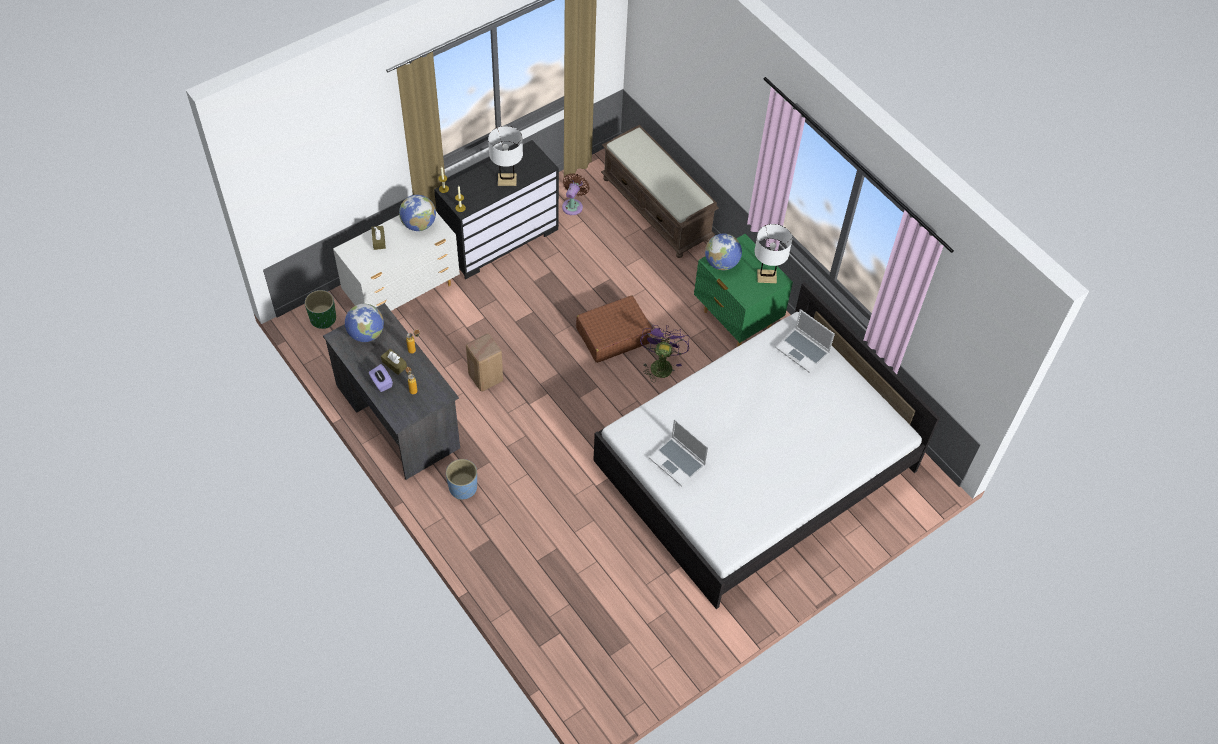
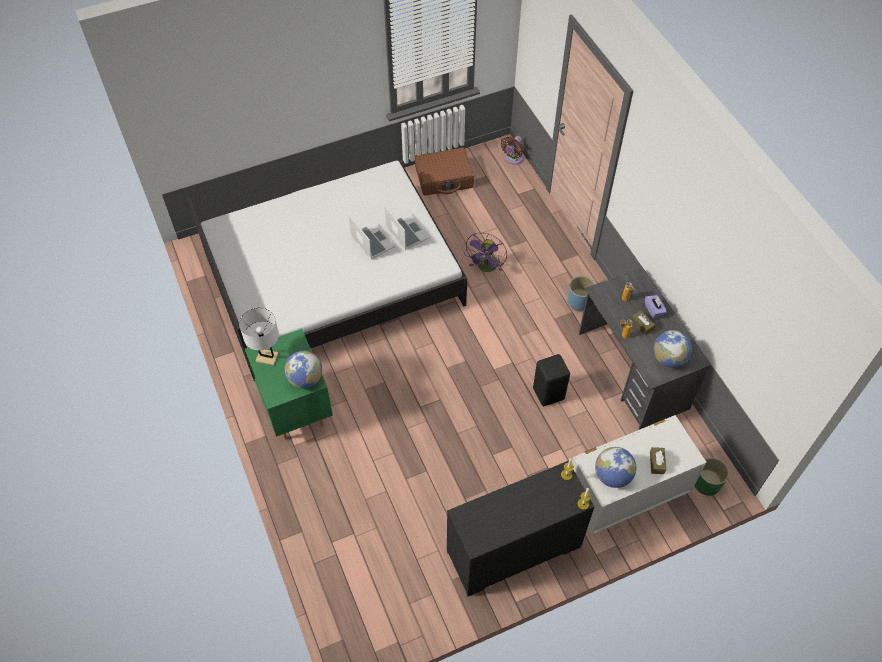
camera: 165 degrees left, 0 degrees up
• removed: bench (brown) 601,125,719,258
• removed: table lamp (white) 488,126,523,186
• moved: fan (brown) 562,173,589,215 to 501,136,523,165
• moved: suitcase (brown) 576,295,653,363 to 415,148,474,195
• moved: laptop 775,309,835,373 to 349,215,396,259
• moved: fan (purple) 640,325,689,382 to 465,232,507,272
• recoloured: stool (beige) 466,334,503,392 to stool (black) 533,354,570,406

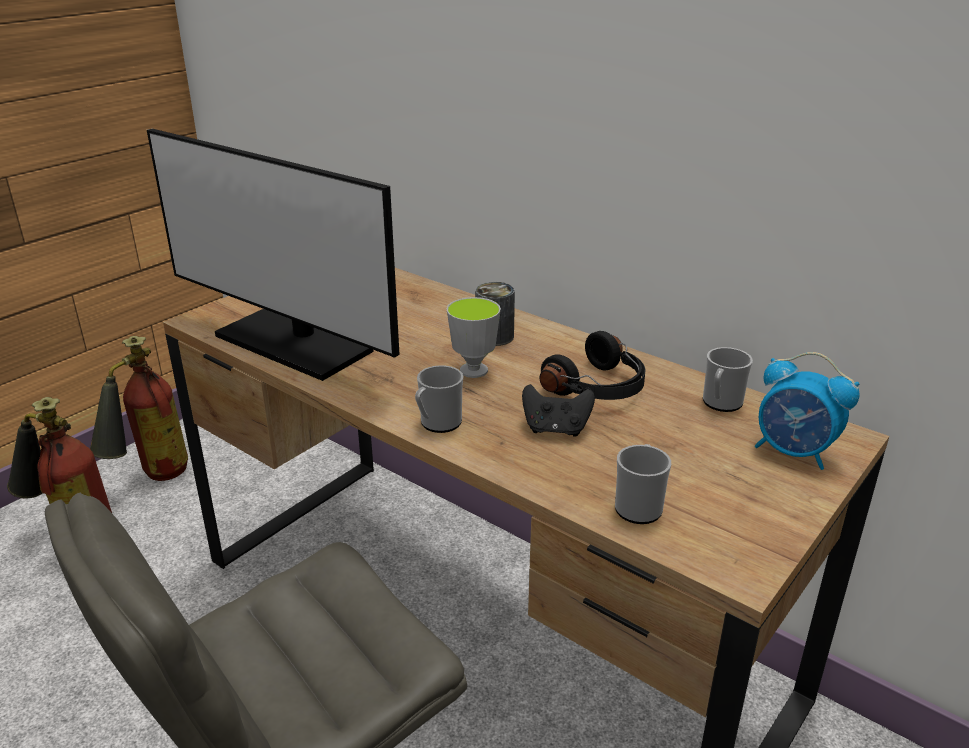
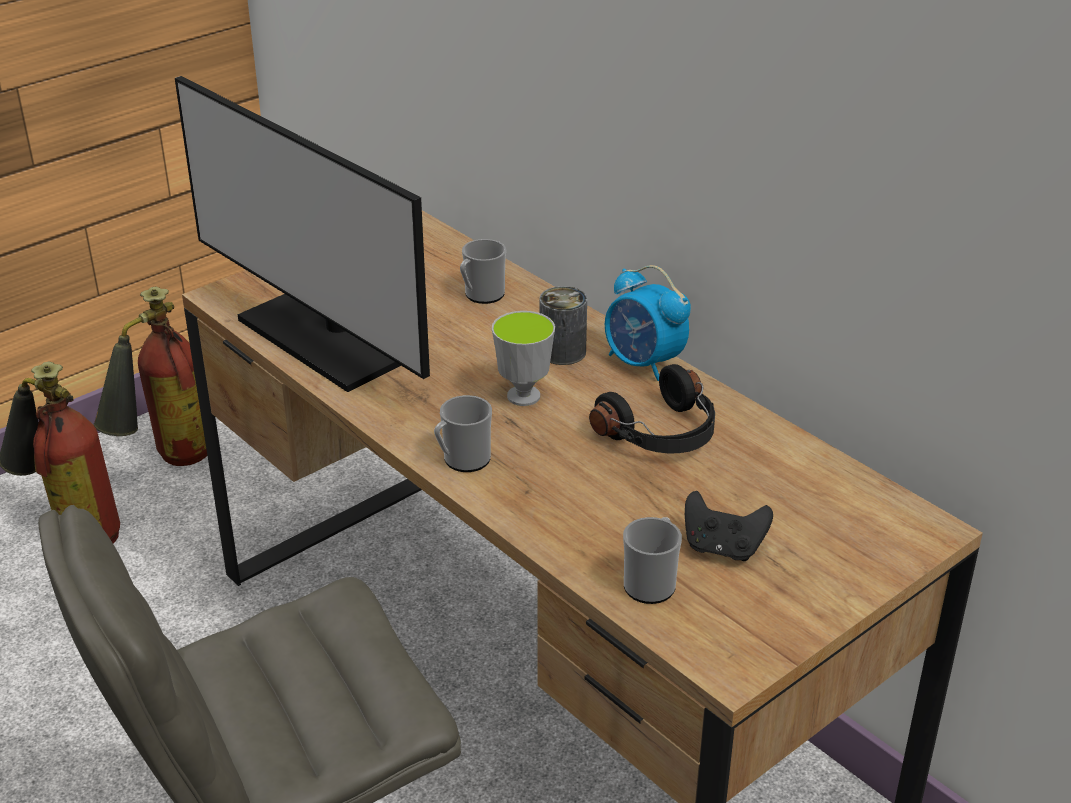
camera: 10 degrees right, 5 degrees up
• moved: mug 703,347,753,412 to 460,239,506,304
• moved: alarm clock 755,352,860,470 to 605,265,691,381
• moved: game controller (black) 522,384,595,437 to 685,491,773,561

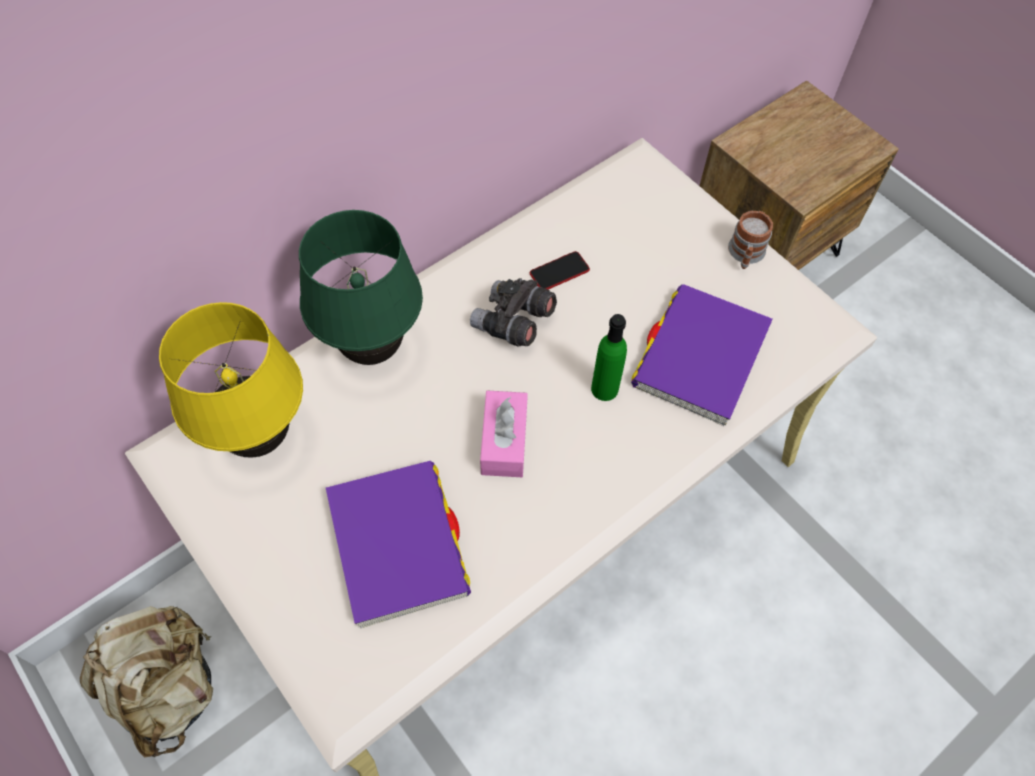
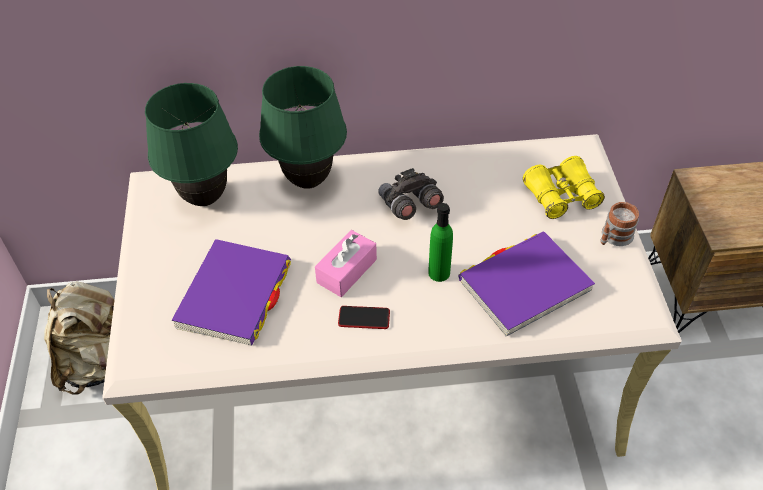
camera: 35 degrees right, 10 degrees down
• moved: phone 530,251,590,289 to 338,306,390,329
• recoloured: table lamp (yellow) 159,302,303,457 to table lamp (green) 145,83,238,206
• added: binoculars (yellow) 523,156,605,219

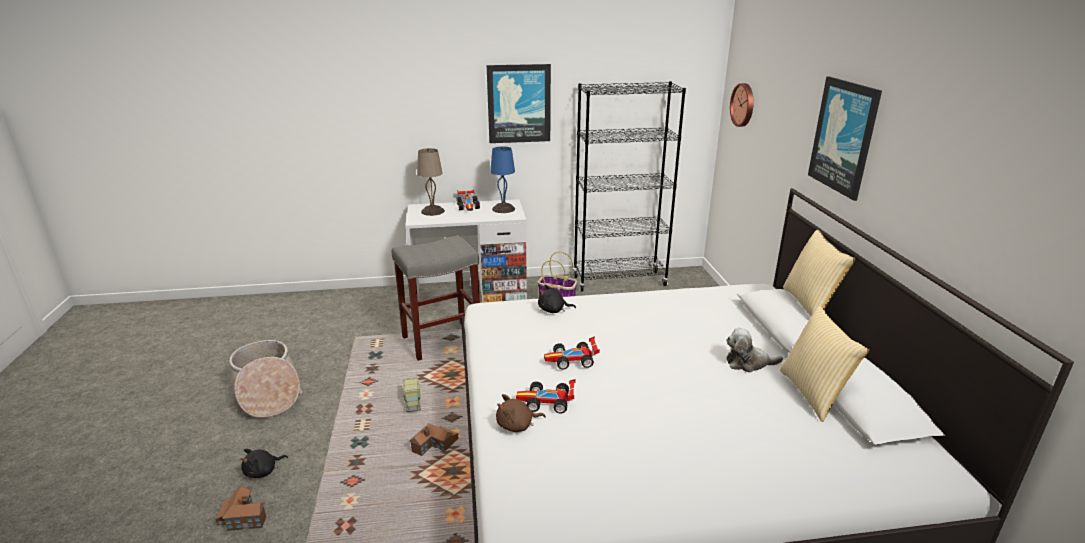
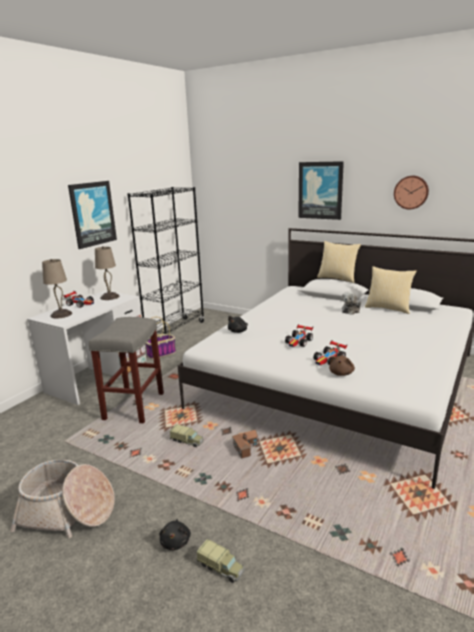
camera: 50 degrees left, 5 degrees down
• moved: wall clock 730,83,754,127 to 394,176,429,209
• recoloured: table lamp (blue) 490,146,515,213 to table lamp (beige) 95,246,119,300
• replaced: toy house 215,486,266,531 to toy truck 197,539,245,583

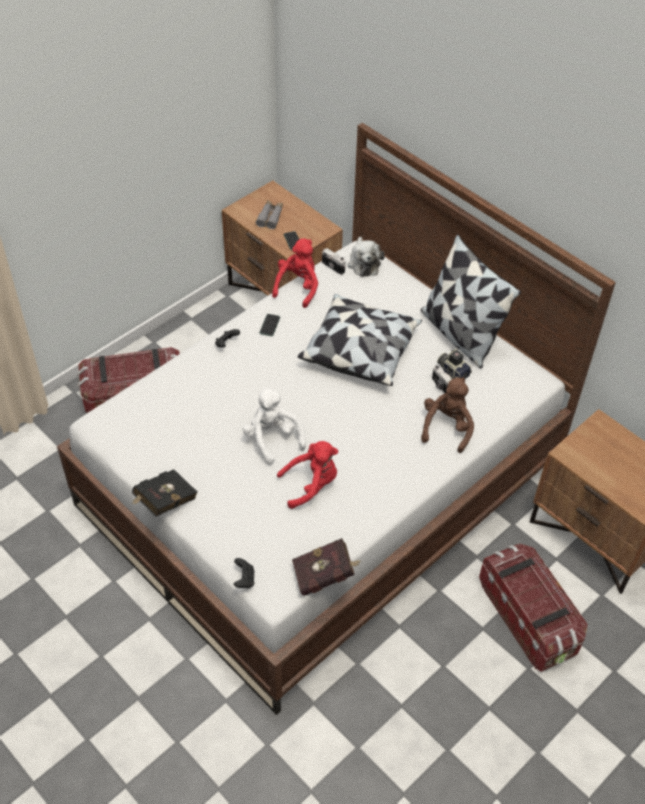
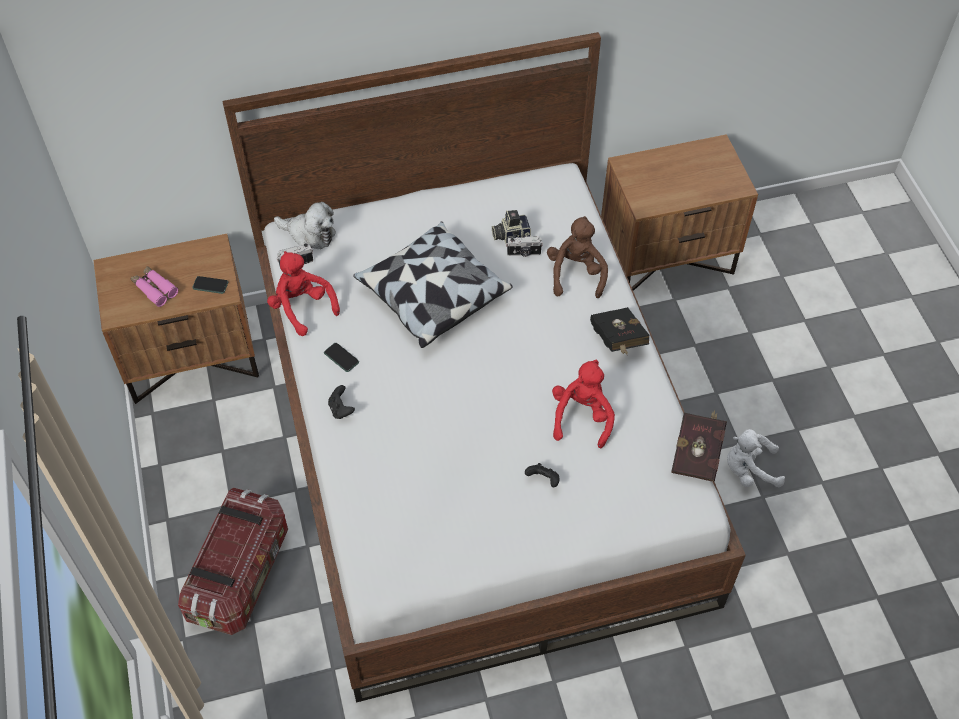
camera: 60 degrees left, 5 degrees up
• recoloured: binoculars (grey) 256,200,283,229 to binoculars (pink) 131,266,178,307
• removed: pillow 421,234,521,368
• turned: plush toy (brown) 421,377,474,453 = 547,216,608,298 45 degrees clockwise
• moved: plush toy (white) 243,387,306,465 to 727,429,785,488
• moved: book (black) 131,469,198,516 to 590,307,649,355
• removed: storage box 479,543,588,672
• moved: game controller (black) 234,558,255,588 to 525,463,559,487

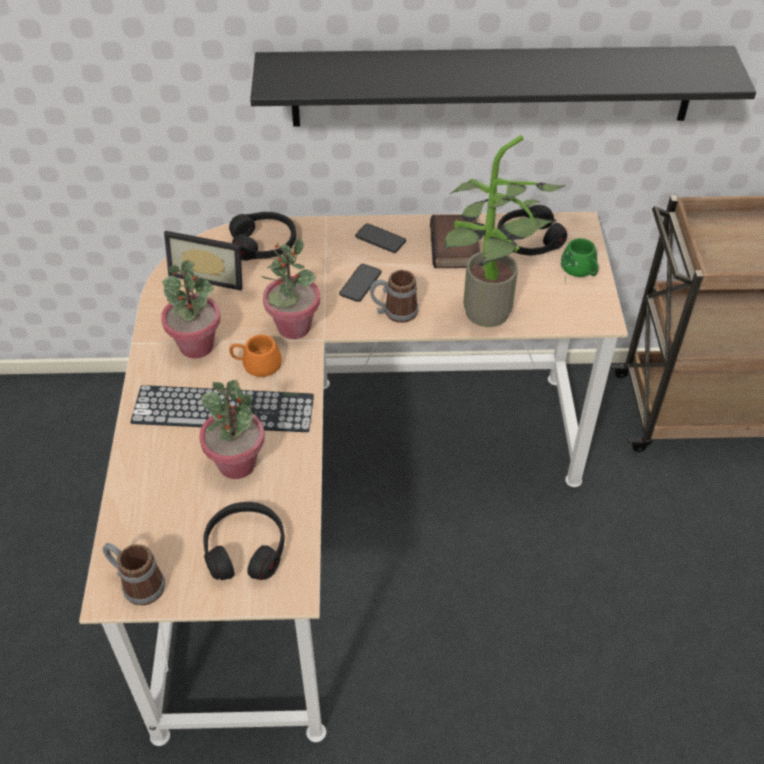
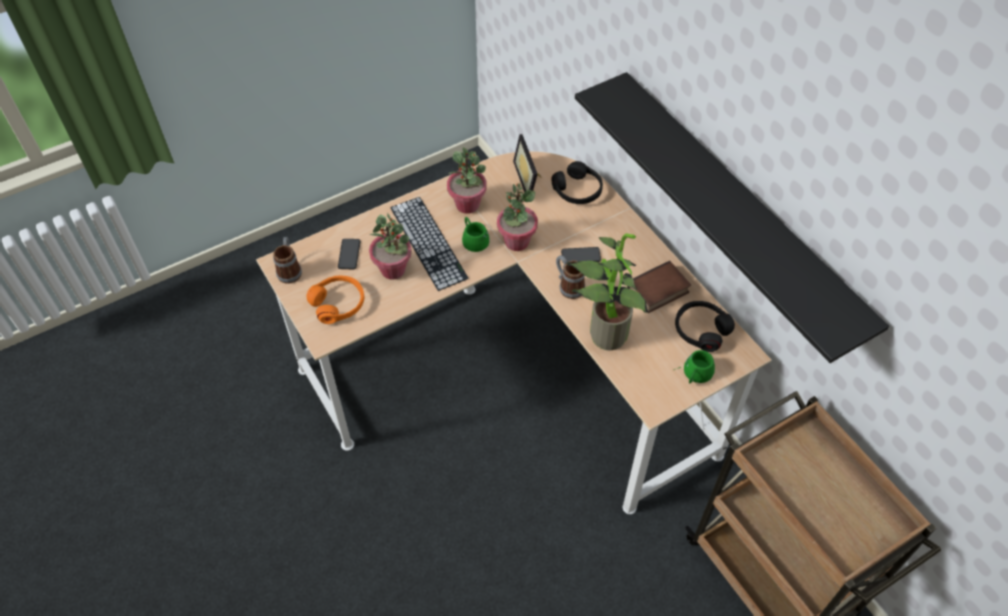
camera: 60 degrees right, 5 degrees up
• moved: phone 355,223,406,253 to 338,239,360,269
• recoloured: mug (orange) 229,334,282,377 to mug (green) 462,217,490,252
• recoloured: headphones (black) 204,502,285,580 to headphones (orange) 307,276,364,324

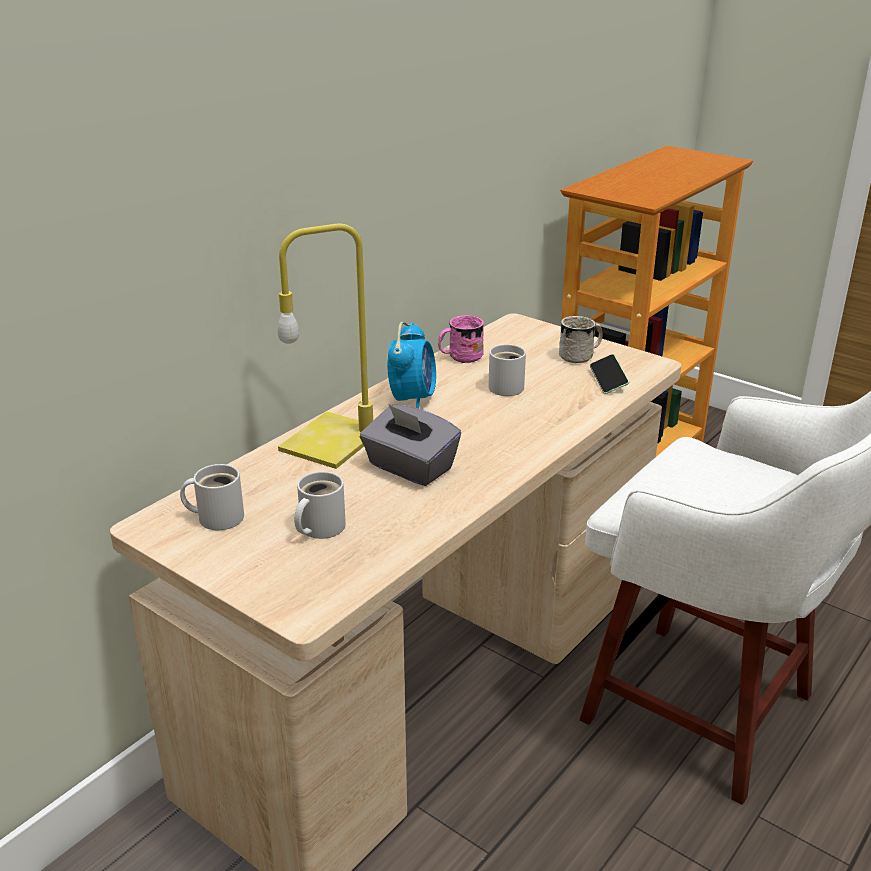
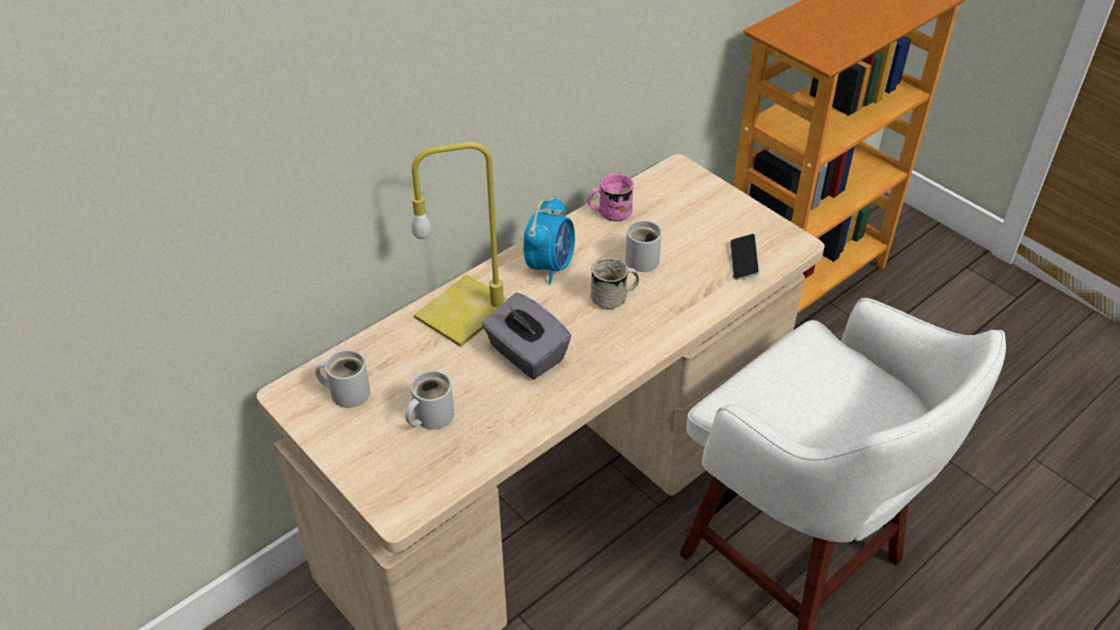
camera: 10 degrees right, 15 degrees up
• moved: mug (white) 559,316,602,363 to 590,257,639,309

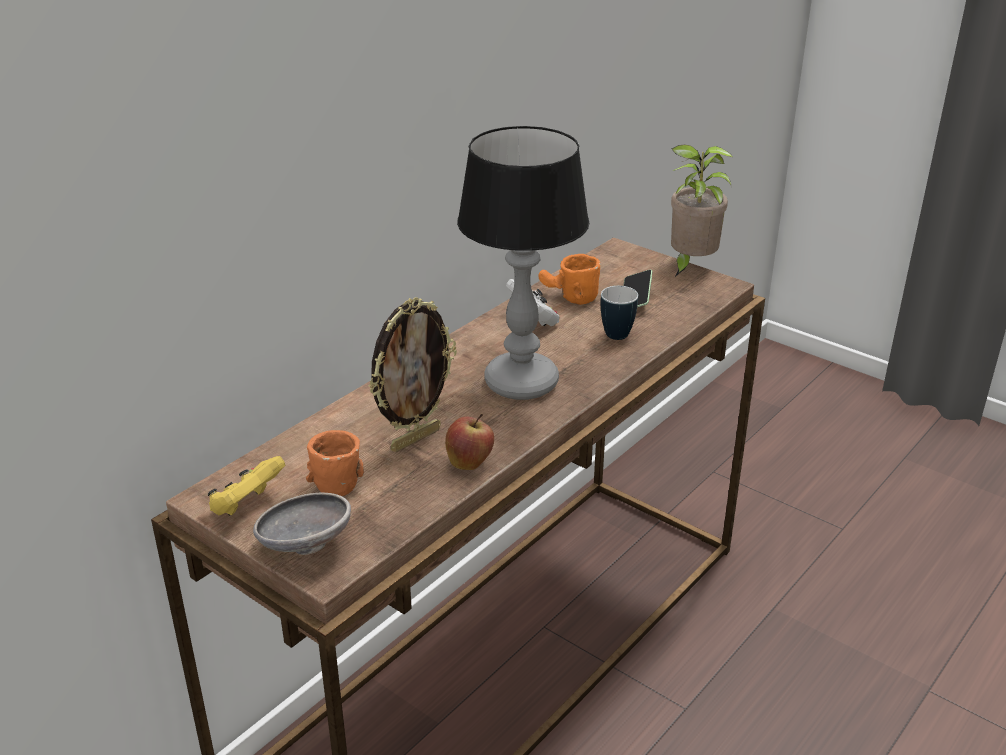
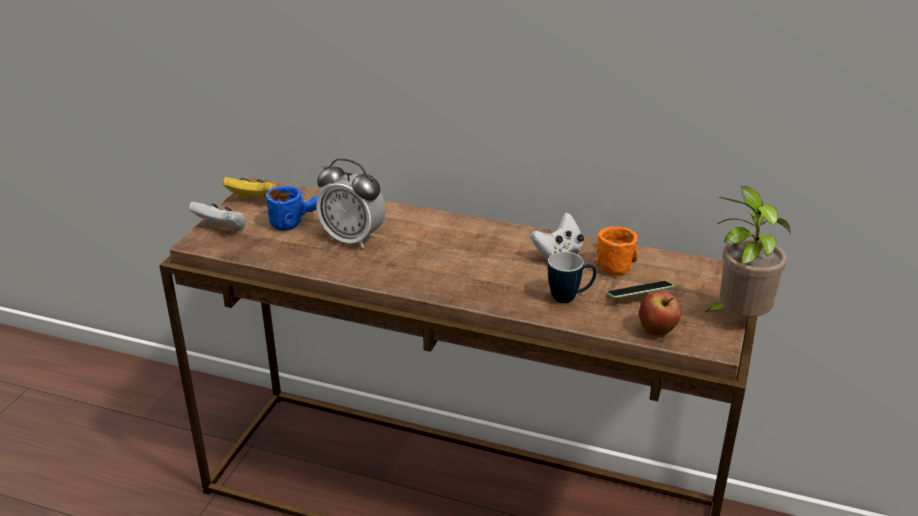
camera: 70 degrees right, 0 degrees up
• removed: table lamp 457,126,589,400
• replaced: picture frame 369,297,457,452 to alarm clock 316,158,386,249
• moved: apple 445,414,494,470 to 639,292,681,335
• recoloured: mug (orange) 306,430,364,496 to mug (blue) 266,186,318,231
• replaced: bowl (grey) 253,492,351,555 to game controller (white) 188,202,247,231

